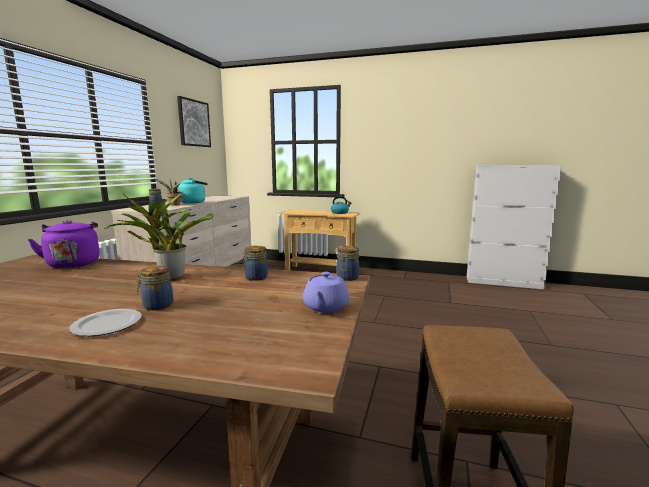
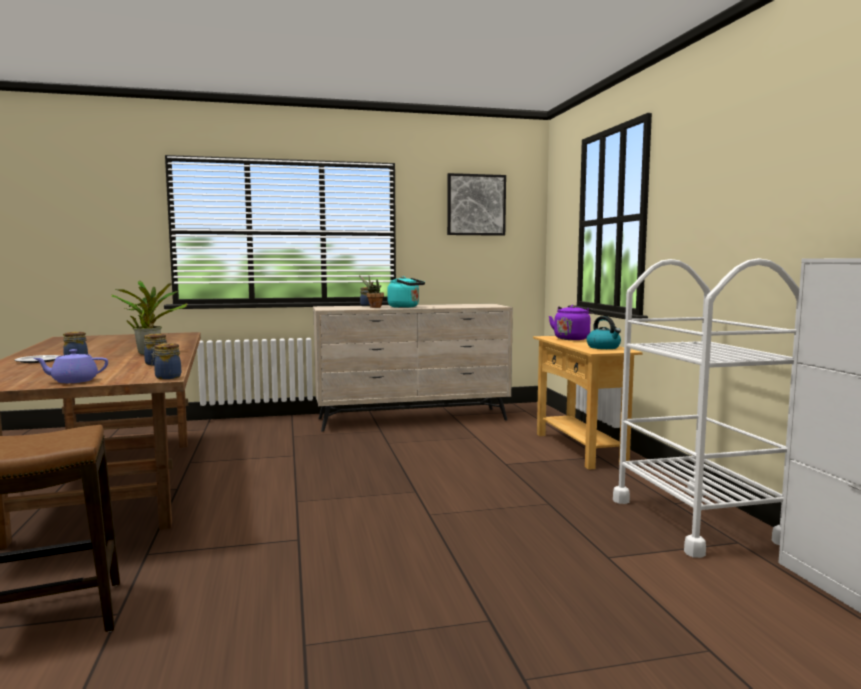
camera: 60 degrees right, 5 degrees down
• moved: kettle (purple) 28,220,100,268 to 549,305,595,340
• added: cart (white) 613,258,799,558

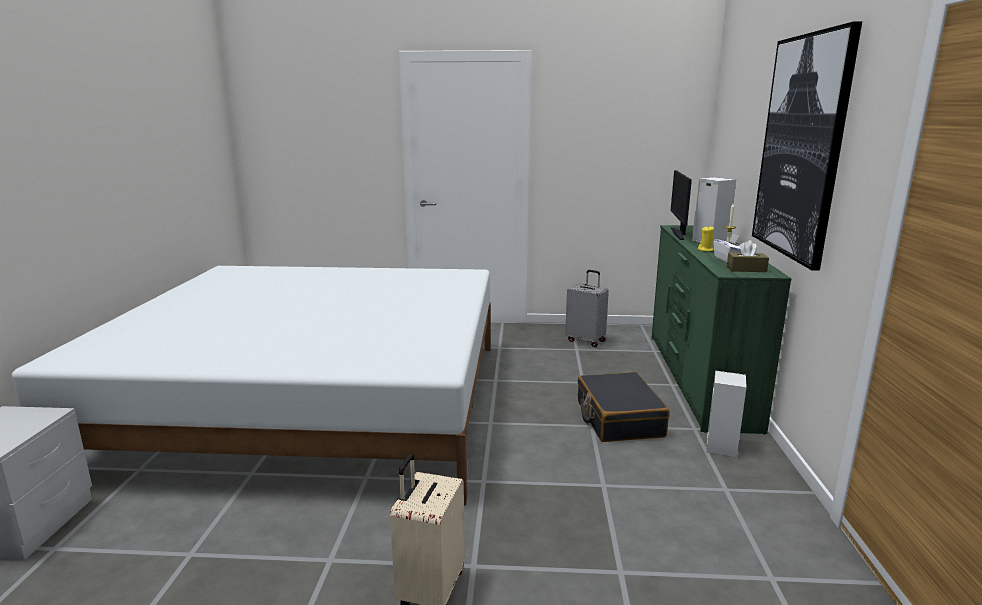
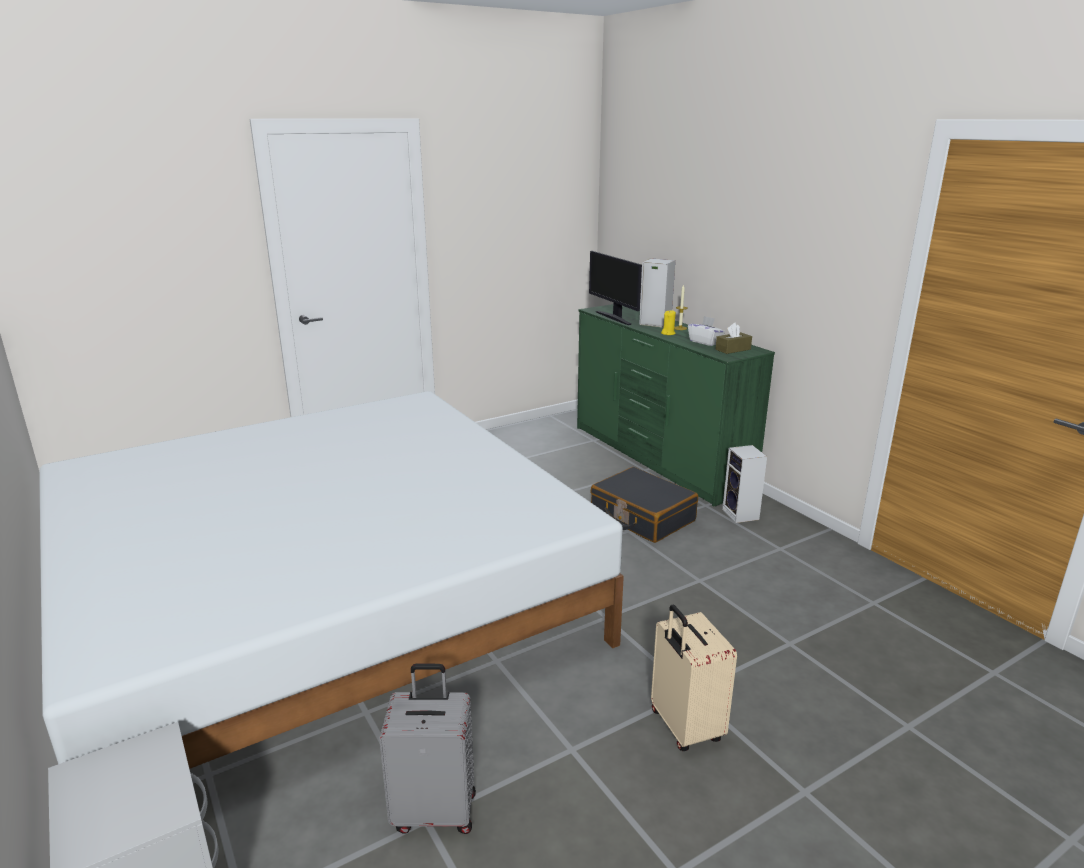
camera: 35 degrees left, 5 degrees up
• removed: picture 752,21,862,271
• moved: suitcase (grey) 565,270,609,347 to 379,664,476,834

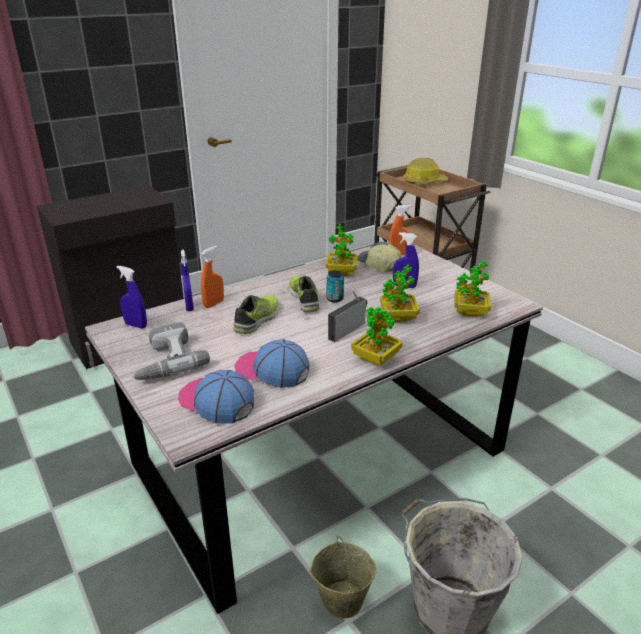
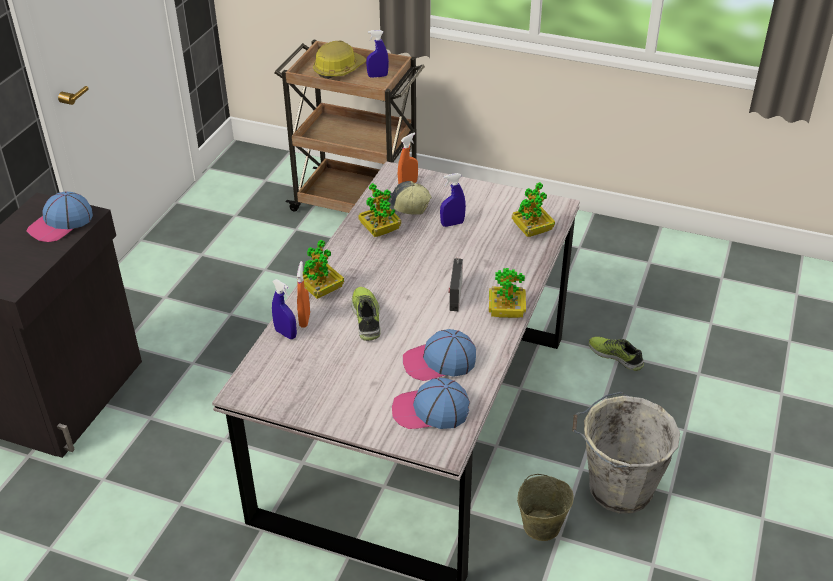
camera: 35 degrees left, 10 degrees up
• moved: potted plant 380,265,420,322 to 297,240,344,299
• moved: spray bottle (blue) 116,266,147,328 to 366,30,389,78
• removed: can 327,270,344,303
• moved: shoe 289,276,320,312 to 589,337,644,371
• removed: power drill 132,322,210,380
• added: cap 26,191,93,242

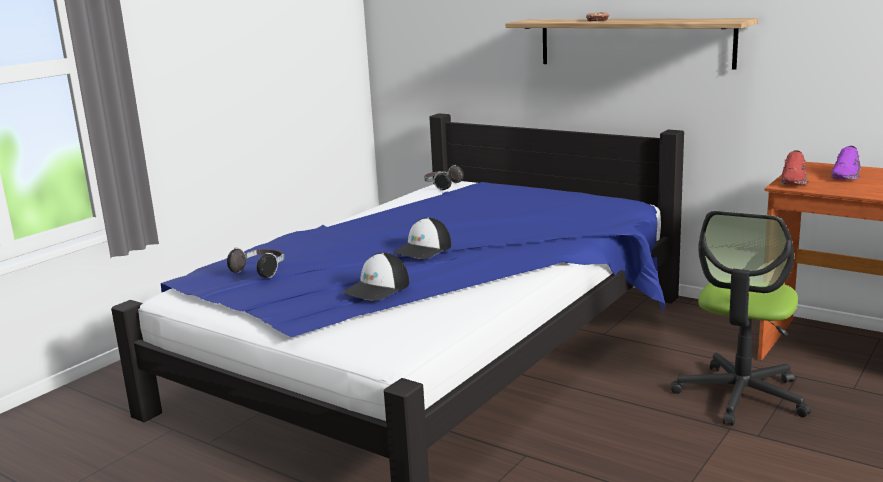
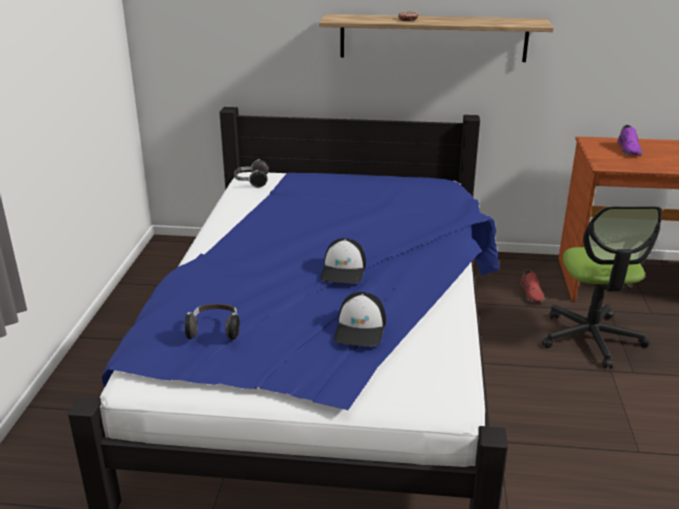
camera: 30 degrees left, 10 degrees up
• moved: shoe (red) 781,150,809,185 to 520,269,544,302

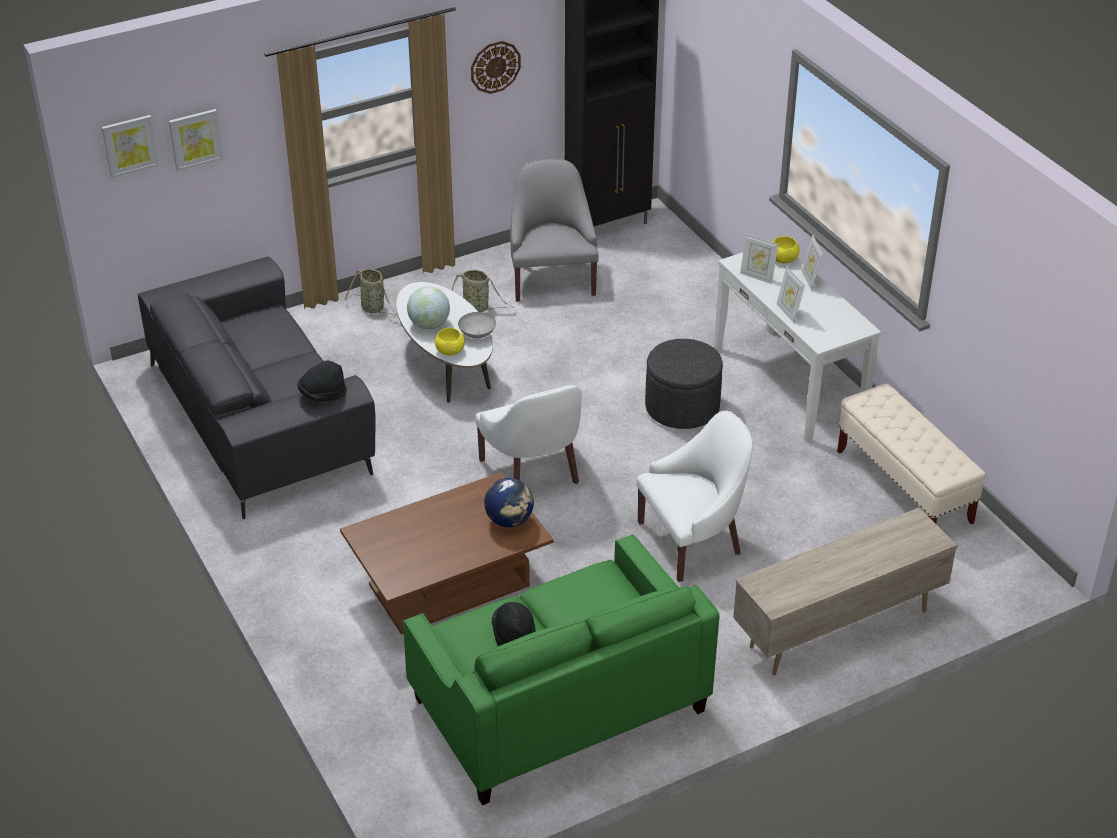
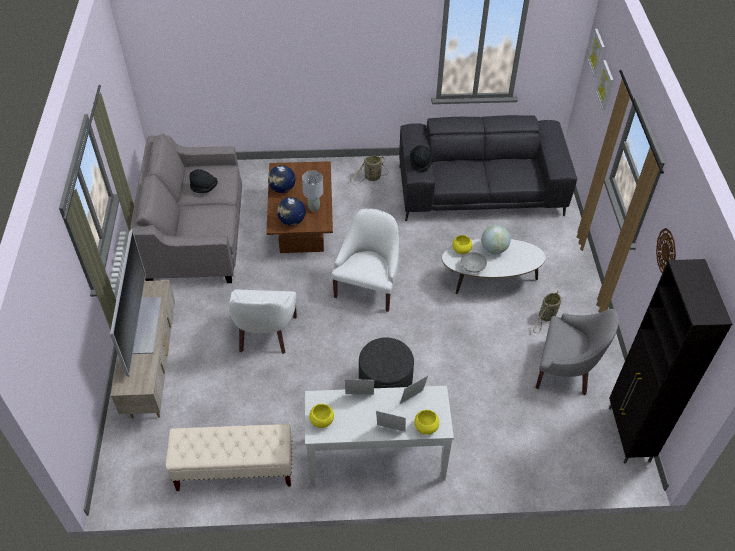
camera: 115 degrees right, 10 degrees up
• moved: basket 344,269,398,316 to 350,156,387,185
• turned: armchair (white) 475,385,582,484 = 331,208,399,312 105 degrees clockwise
• recoloured: sofa (green) 403,534,720,805 to sofa (grey) 130,133,242,283
• added: globe 268,165,296,193
• added: table lamp (grey) 302,171,323,212
• added: television 110,229,162,377
• added: bowl (yellow) 309,404,334,428

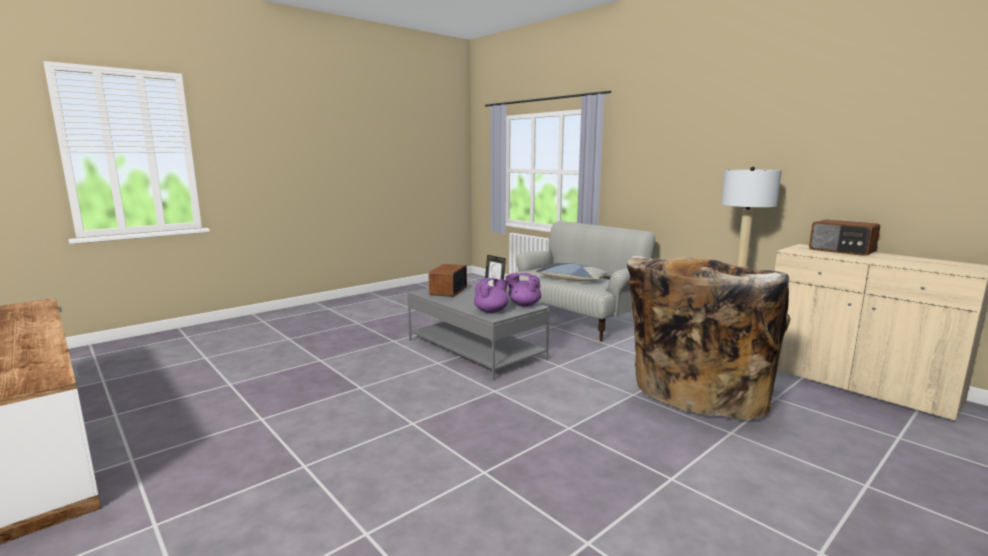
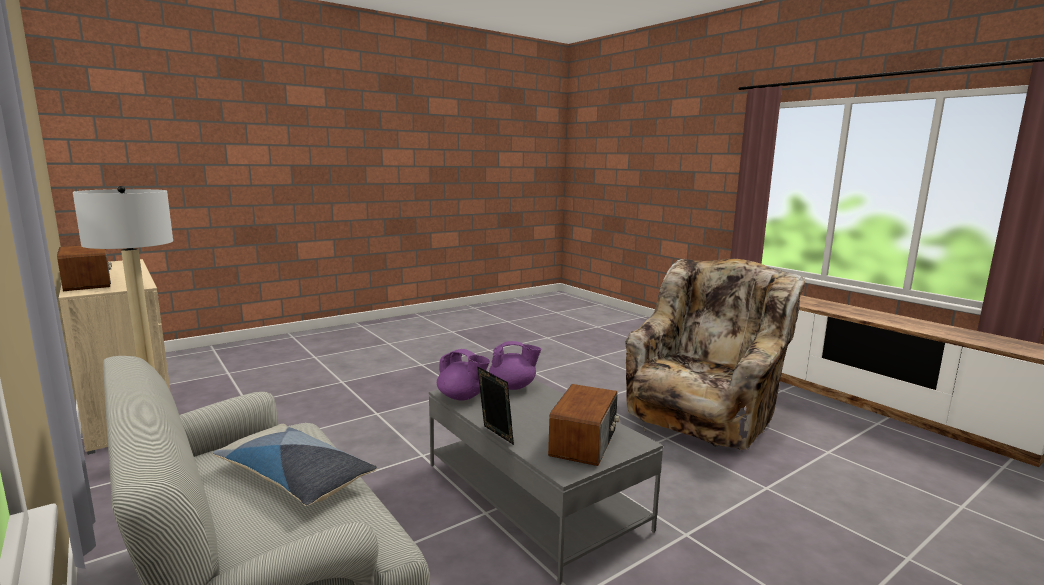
camera: 175 degrees left, 0 degrees up
• moved: armchair (beige) 627,256,790,420 to 625,259,805,450
• turned: teapot (purple) 474,278,509,313 = 489,341,541,390 150 degrees counterclockwise

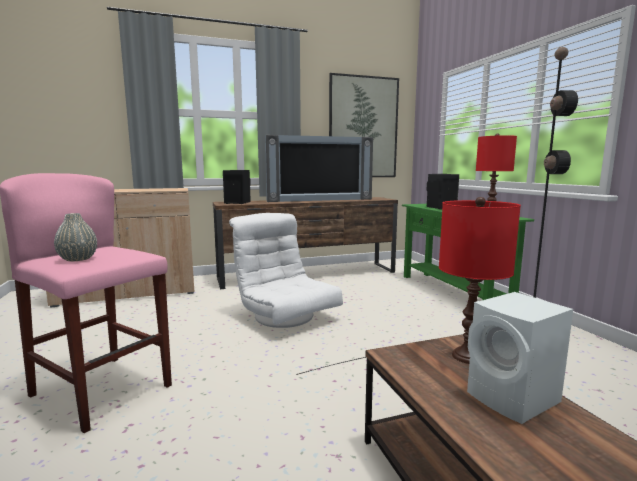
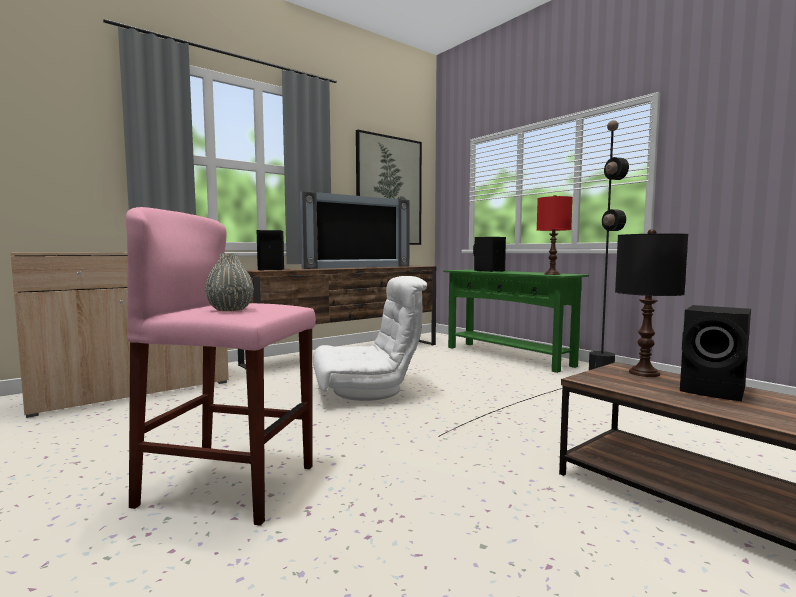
camera: 20 degrees left, 5 degrees down
• recoloured: table lamp (red) 439,197,521,364 to table lamp (black) 615,229,688,377
• turned: armchair (white) 229,213,343,328 = 313,276,427,401 135 degrees clockwise
• recoloured: speaker (white) 467,292,573,424 to speaker (black) 680,305,751,401

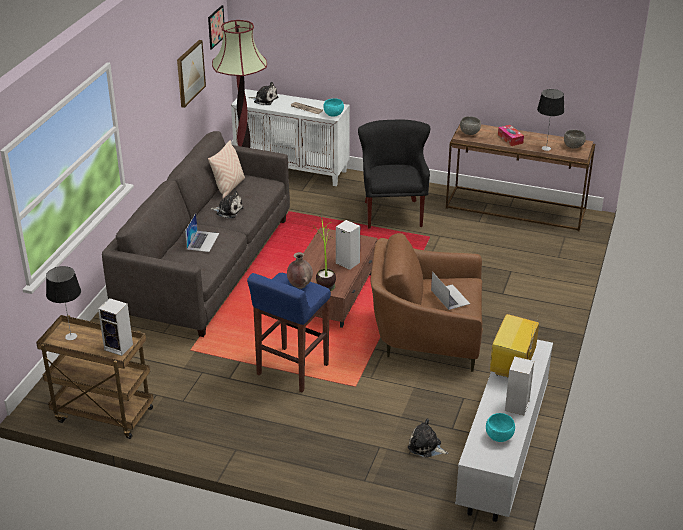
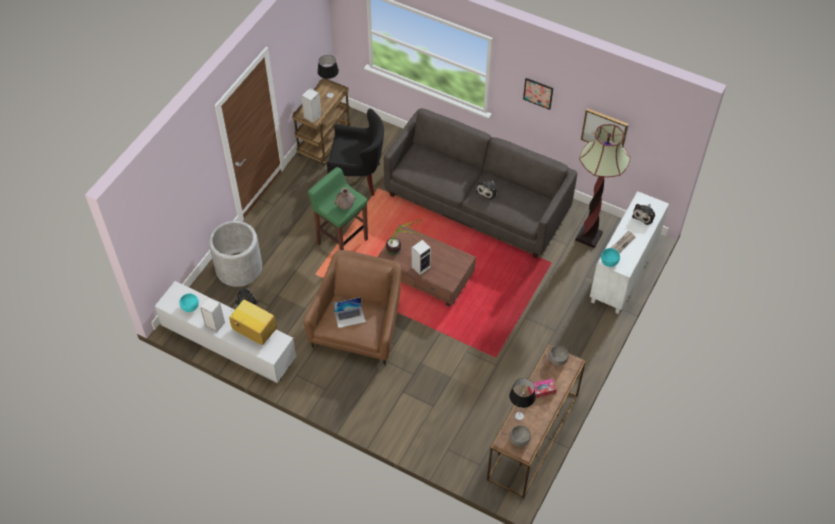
camera: 100 degrees right, 20 degrees up
• moved: picture 208,5,224,49 to 523,78,553,110
• moved: armchair (black) 358,120,430,229 to 327,108,384,196
• removed: pillow (beige) 208,140,245,199
• removed: laptop 185,213,219,252
• recoloured: stool (blue) 247,273,331,392 to stool (green) 308,167,368,250
• added: planter (grey) 209,221,262,287

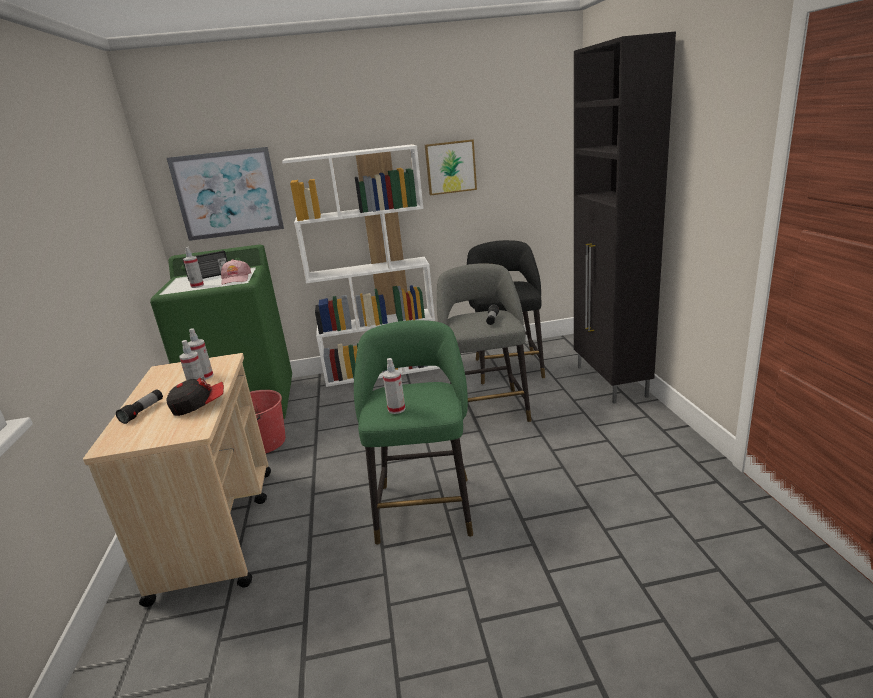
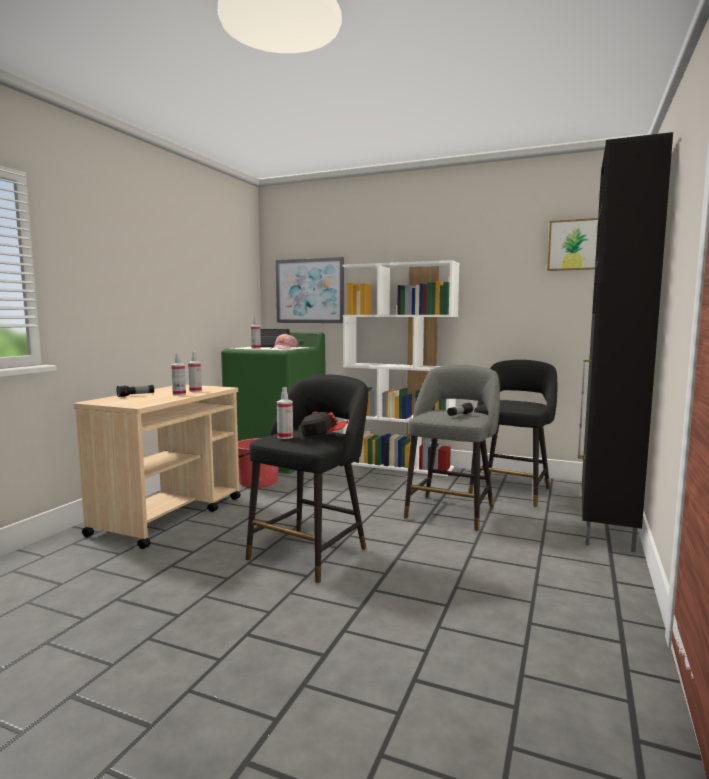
camera: 30 degrees right, 15 degrees down
• moved: picture 425,139,477,196 to 547,218,598,271
• recoloured: stool (green) 354,320,473,545 to stool (black) 246,375,368,583
• moved: cap 167,378,224,416 to 301,412,348,436

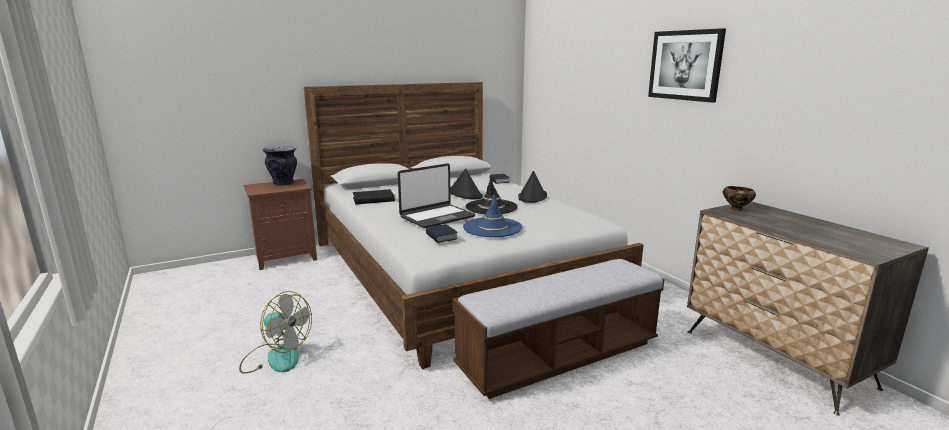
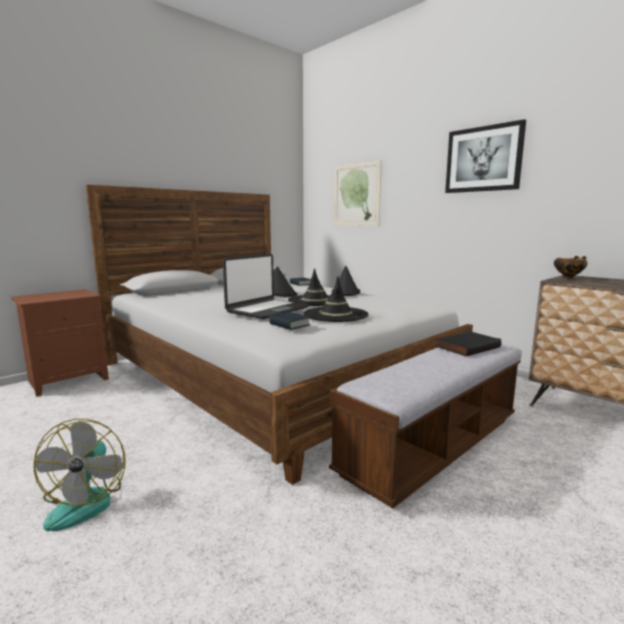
camera: 15 degrees left, 5 degrees down
• removed: vase 262,146,297,186
• moved: book (black) 353,189,395,205 to 436,331,501,356
• recoloured: hat (blue) 463,193,522,237 to hat (black) 303,276,368,322
• turned: fan 239,291,312,374 = 34,419,125,531 75 degrees clockwise
• added: picture 334,160,382,226

